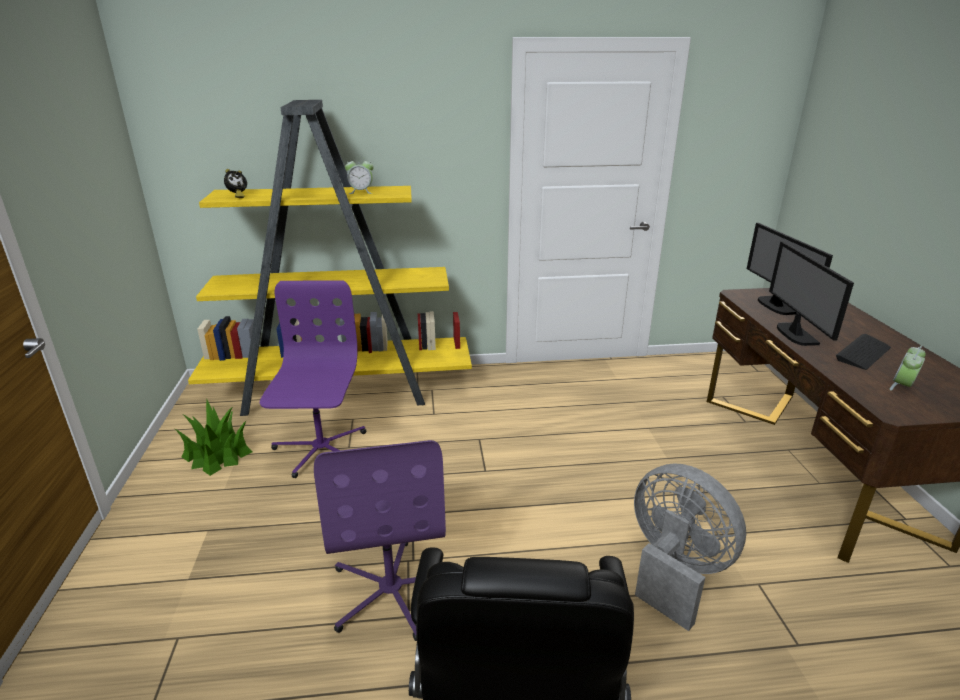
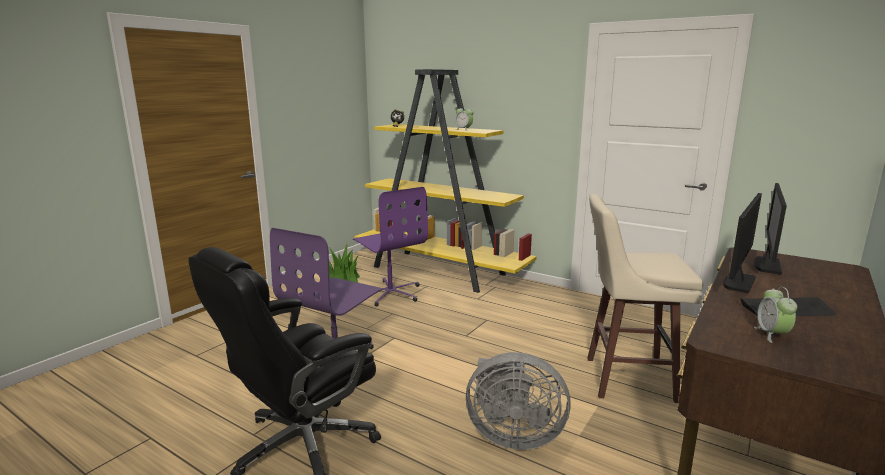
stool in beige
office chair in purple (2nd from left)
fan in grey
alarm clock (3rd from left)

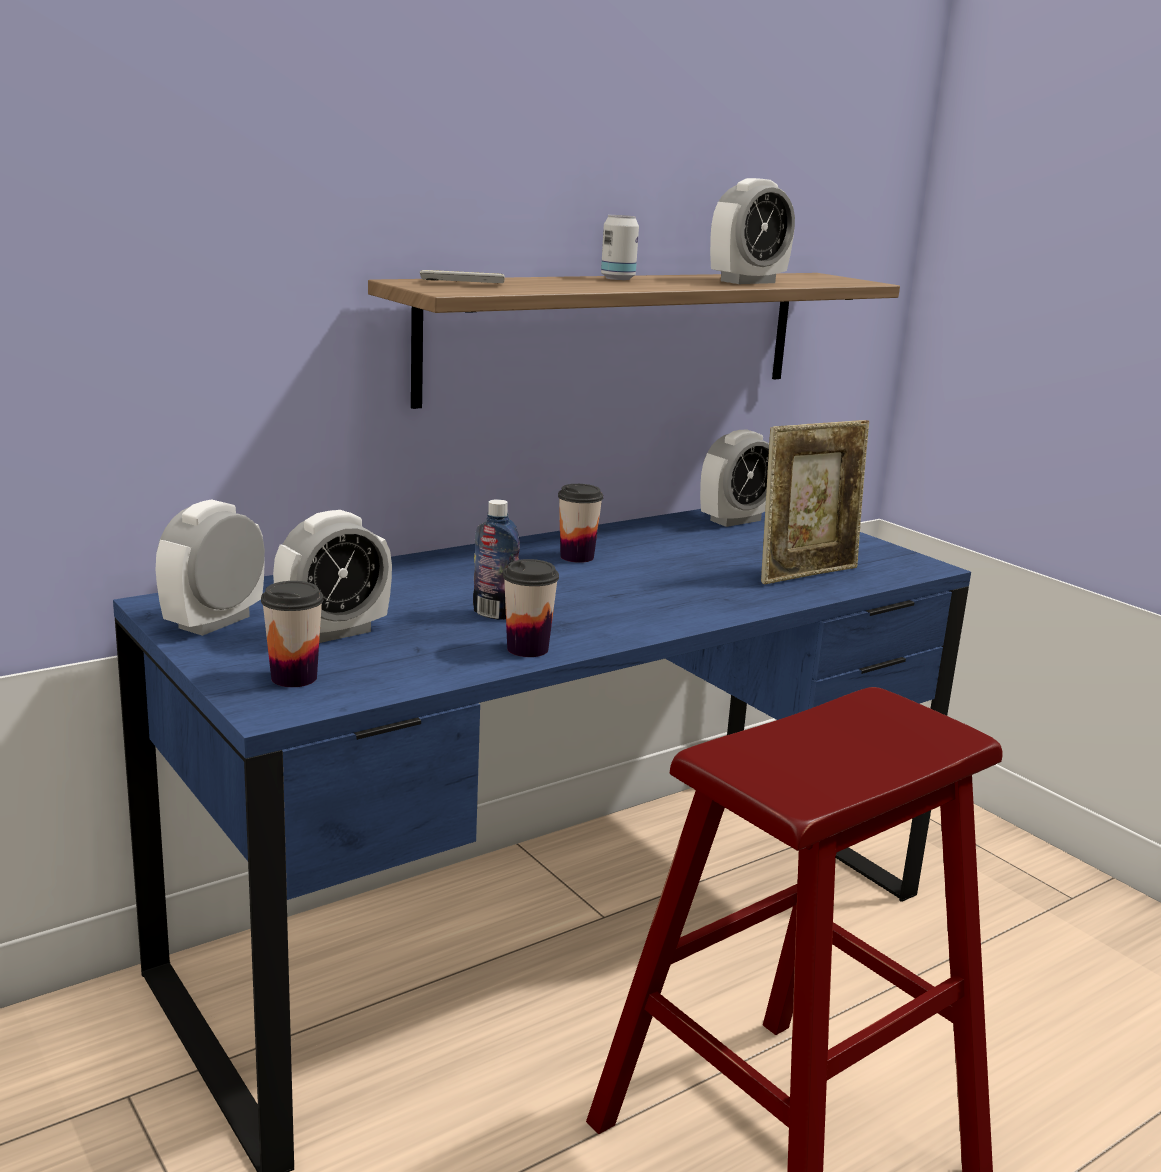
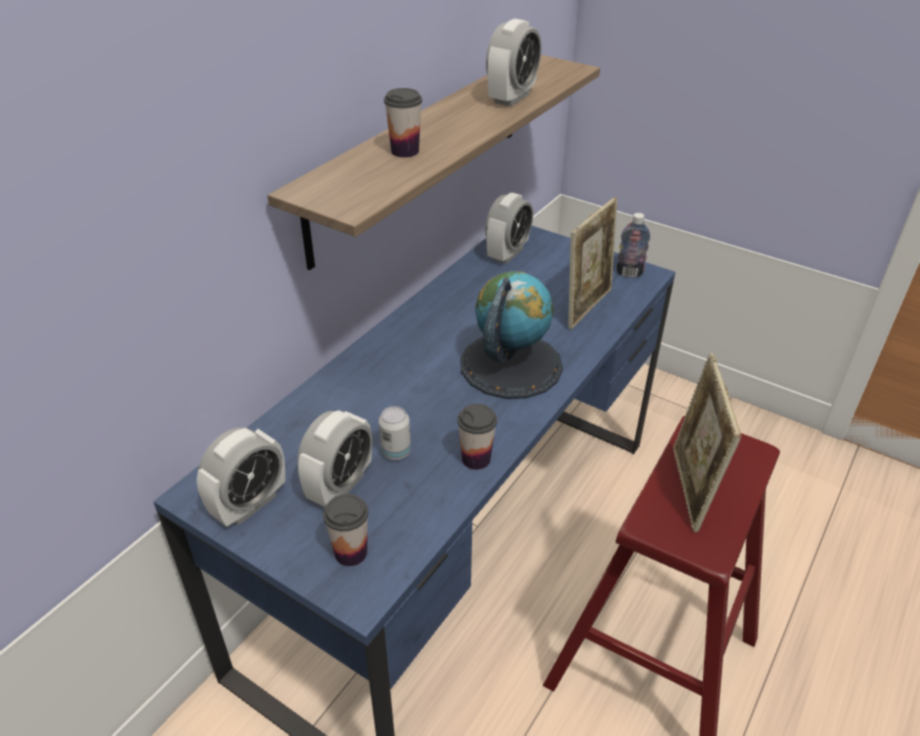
phone
globe
picture frame (2nd from left)
bottle
cup (2nd from left)
can
alarm clock (1st from left)

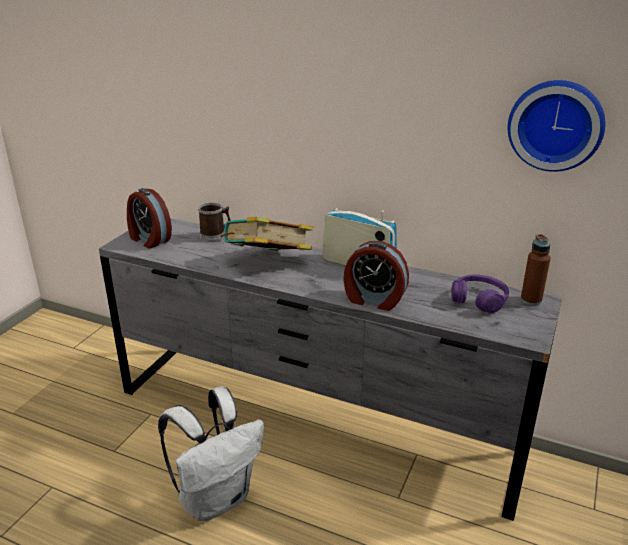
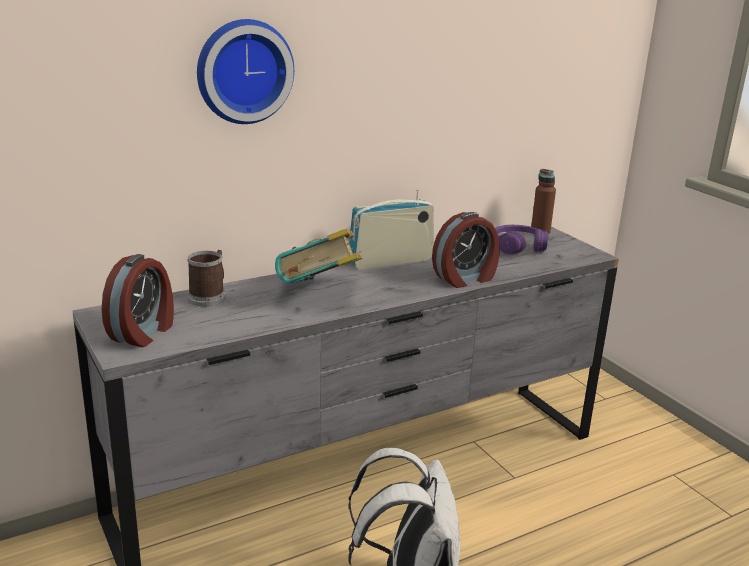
wall clock
alarm clock (1st from left)

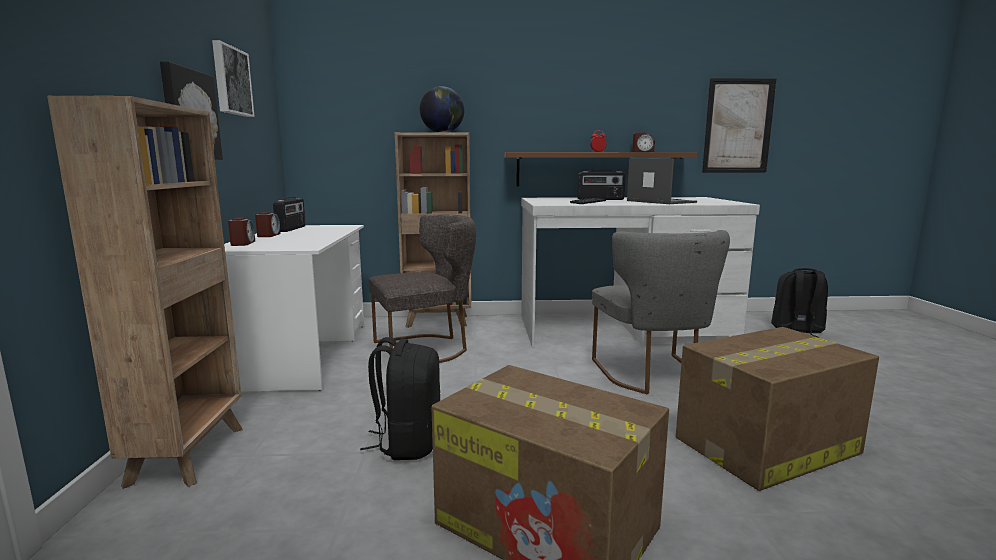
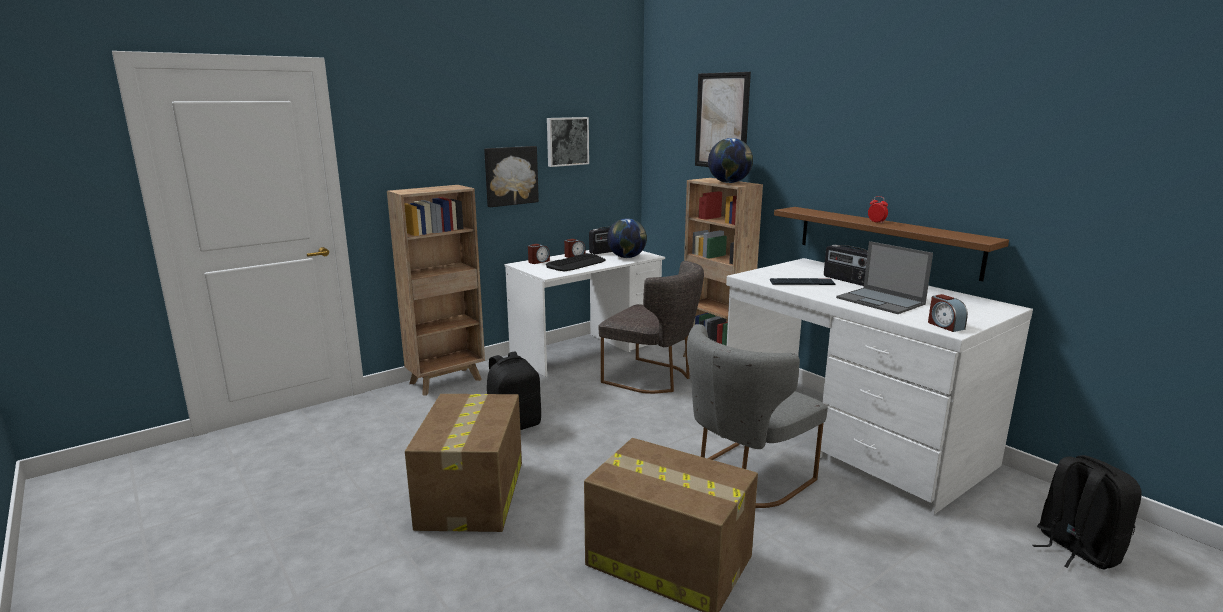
keyboard (1st from left)
globe (1st from left)
alarm clock (4th from left)
picture (3rd from left)
laptop

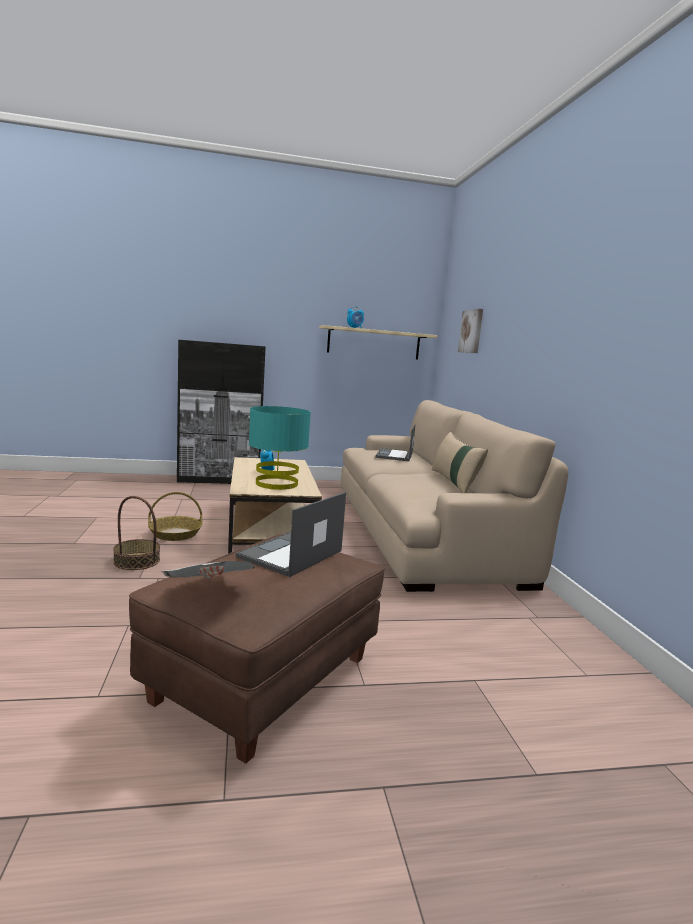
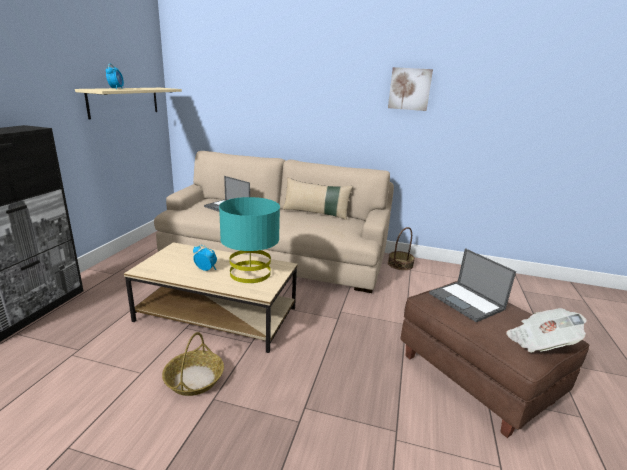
basket (2nd from left)
picture

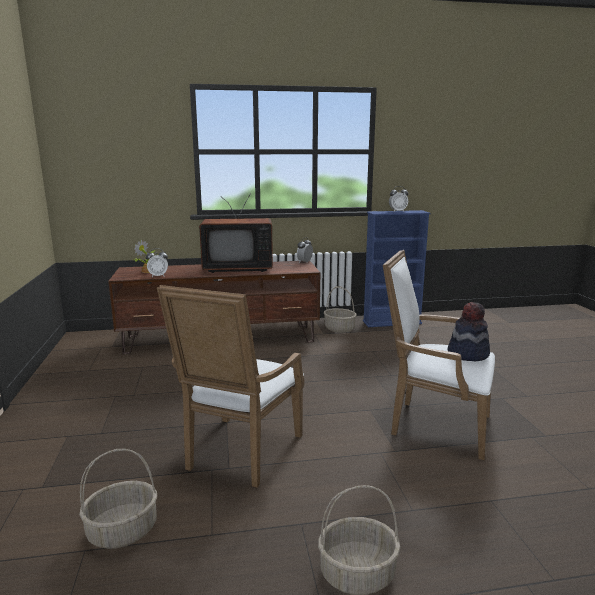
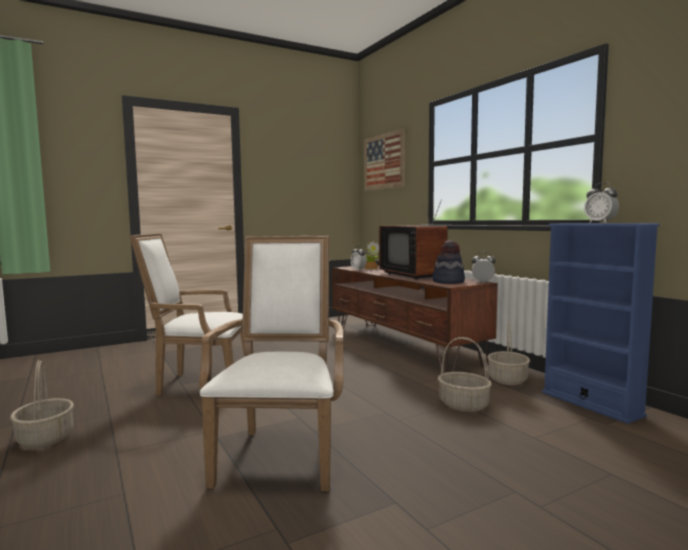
picture
basket (2nd from left)
hat

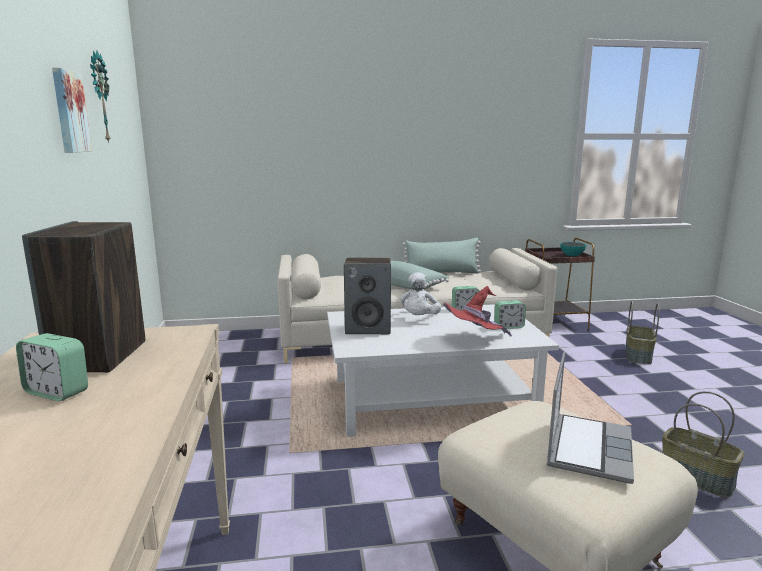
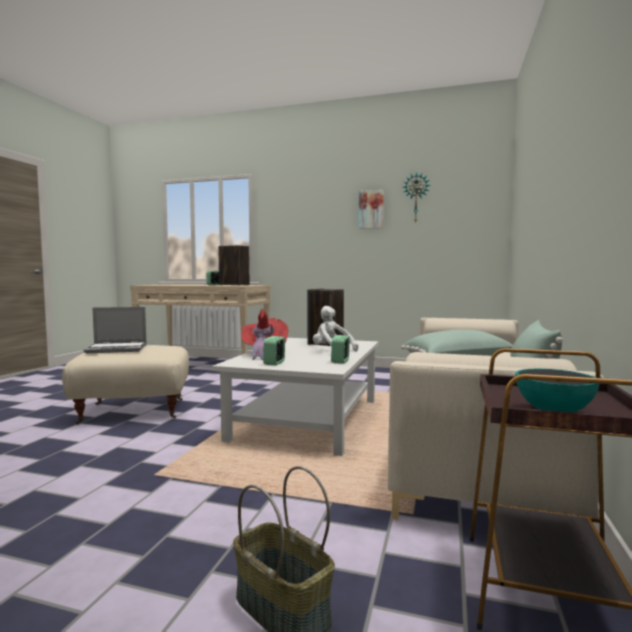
basket (2nd from left in the first image)
laptop

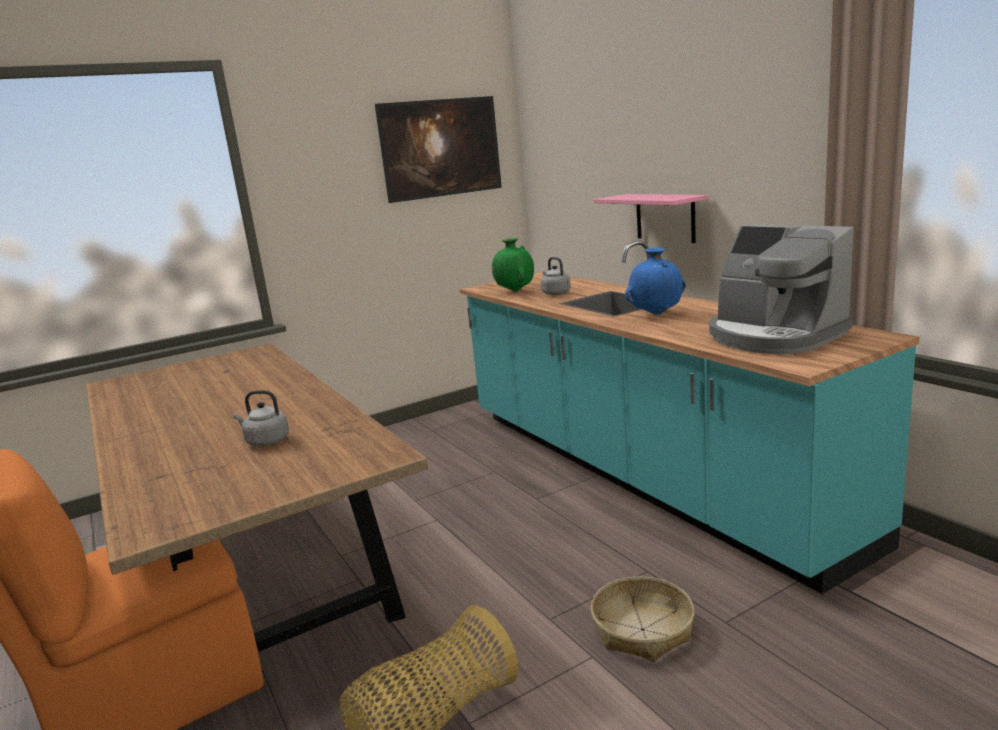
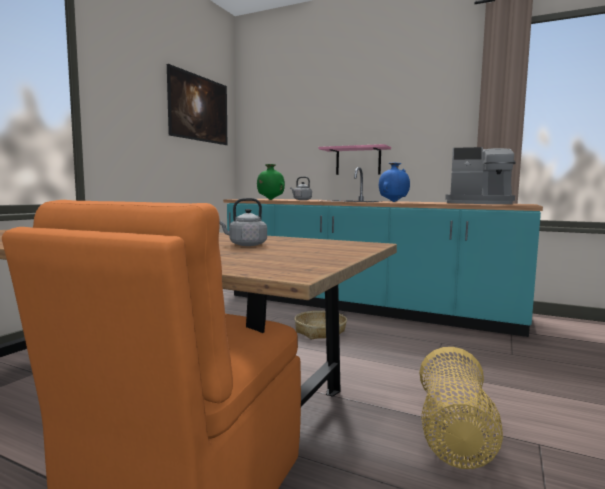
basket (1st from left)

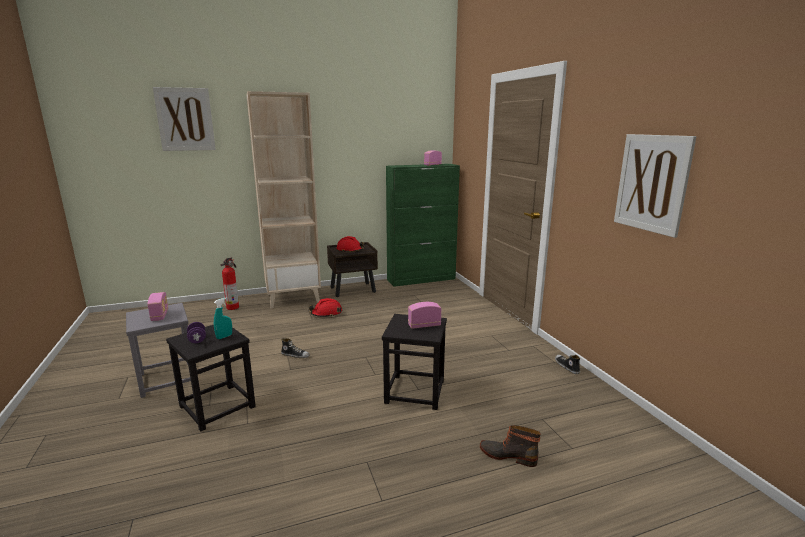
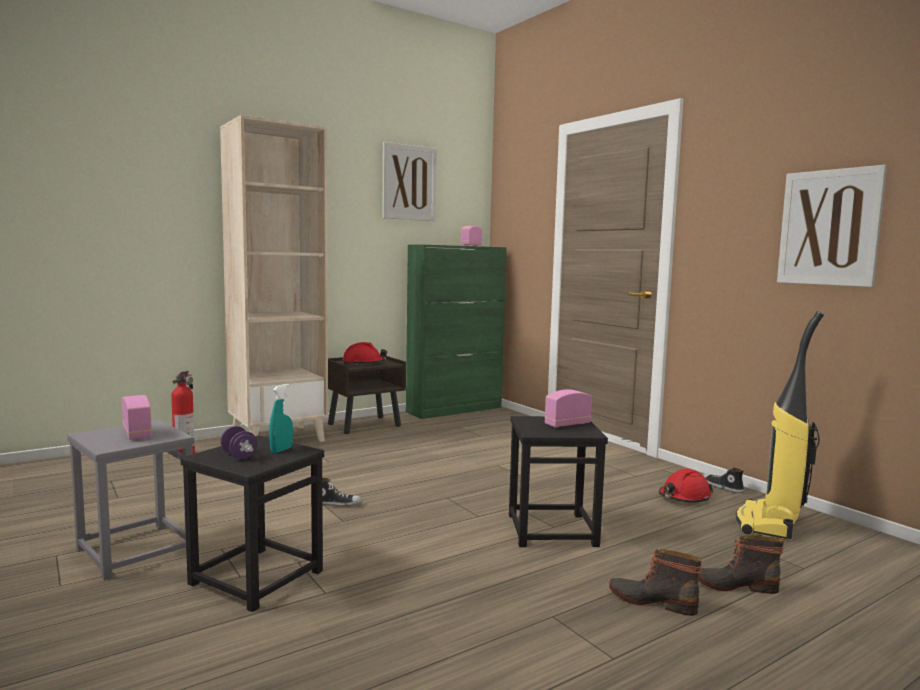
boot (1st from left)
vacuum cleaner
picture (1st from left)
hard hat in red (2nd from left)

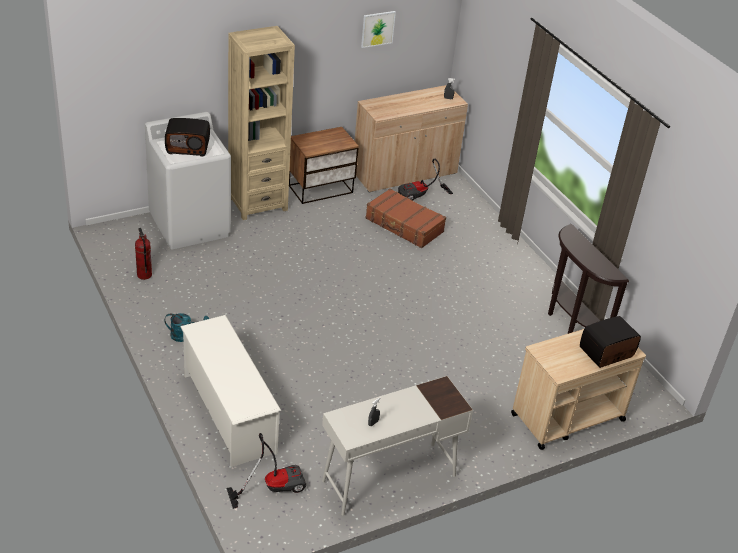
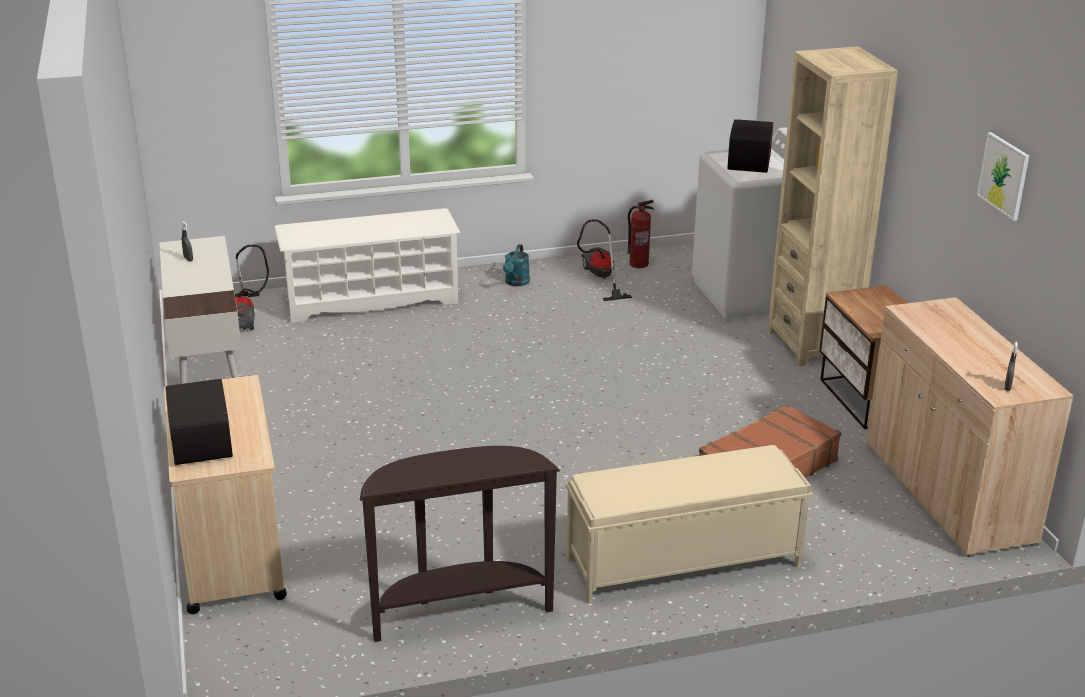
bench in beige
vacuum cleaner (2nd from left)

